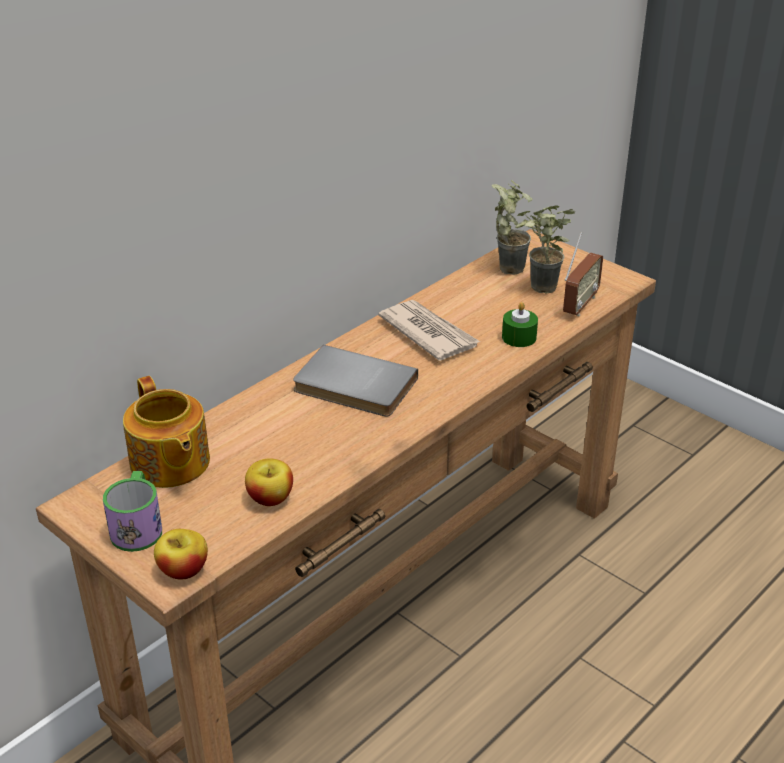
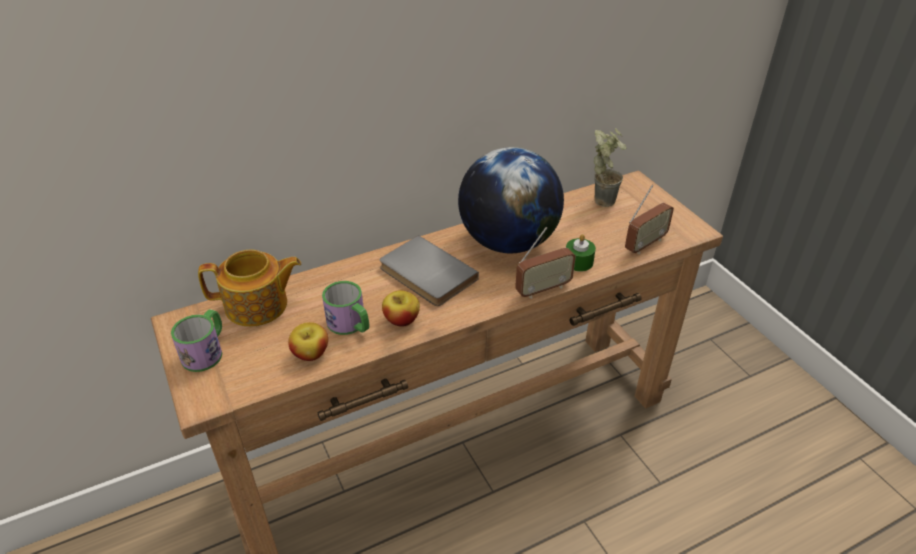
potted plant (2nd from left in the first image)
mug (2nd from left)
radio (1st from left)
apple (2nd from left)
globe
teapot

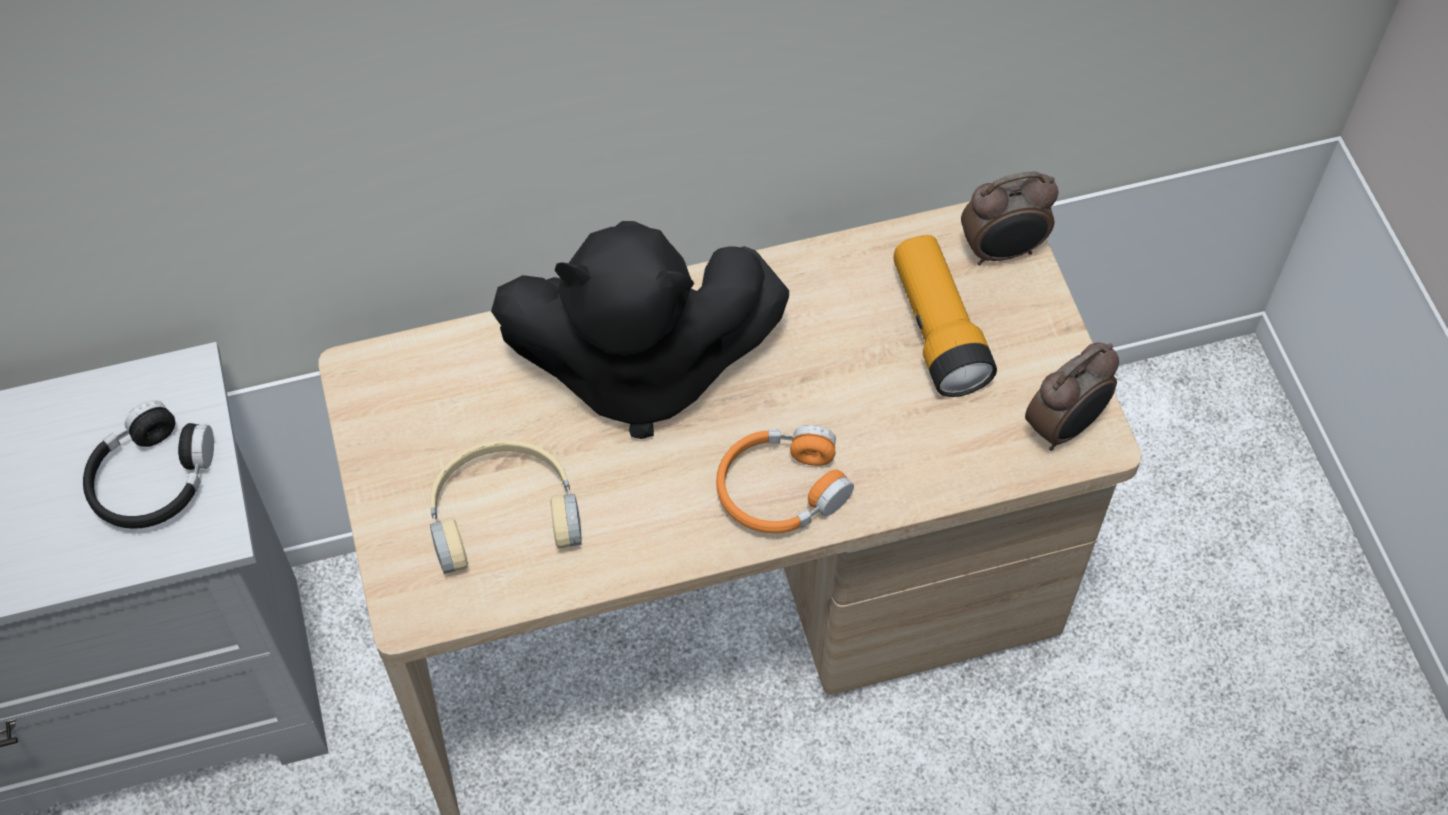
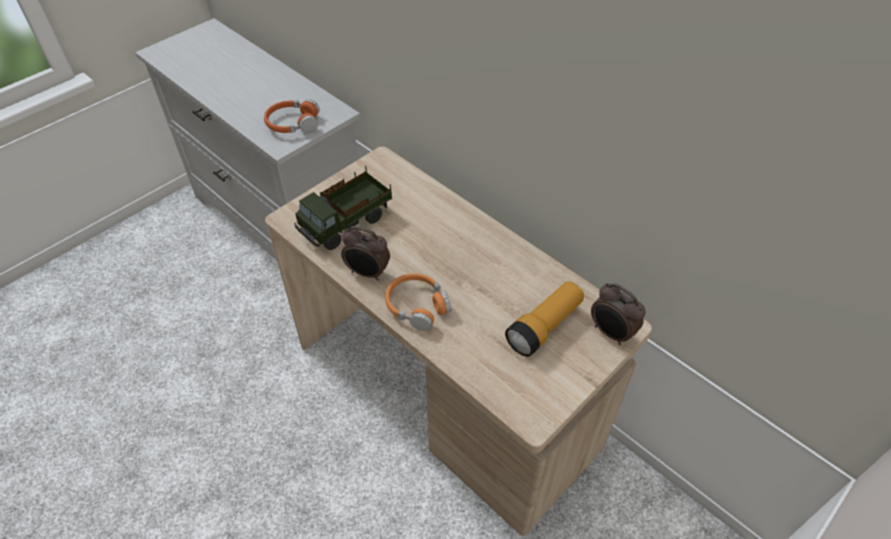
plush toy in black
alarm clock (1st from left)
toy truck
headphones in orange (1st from left)

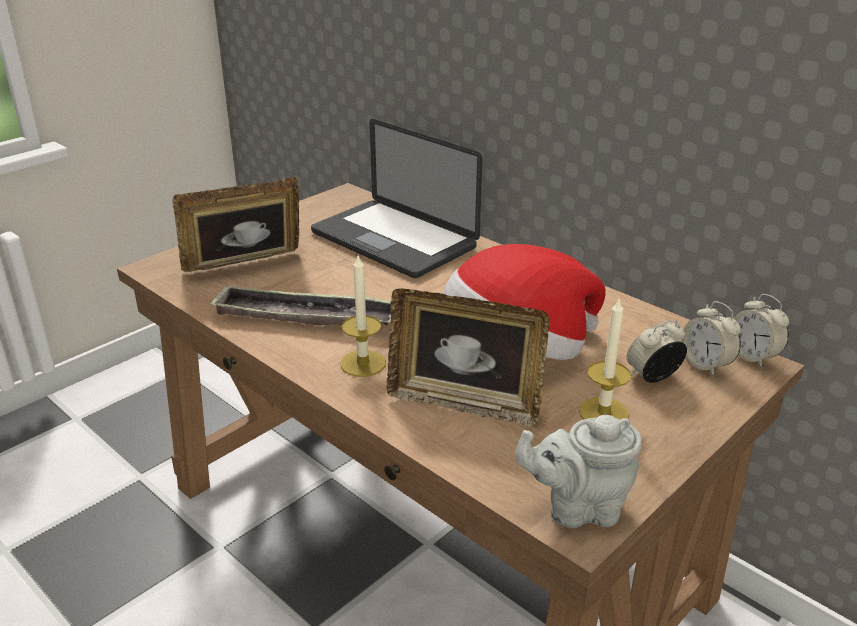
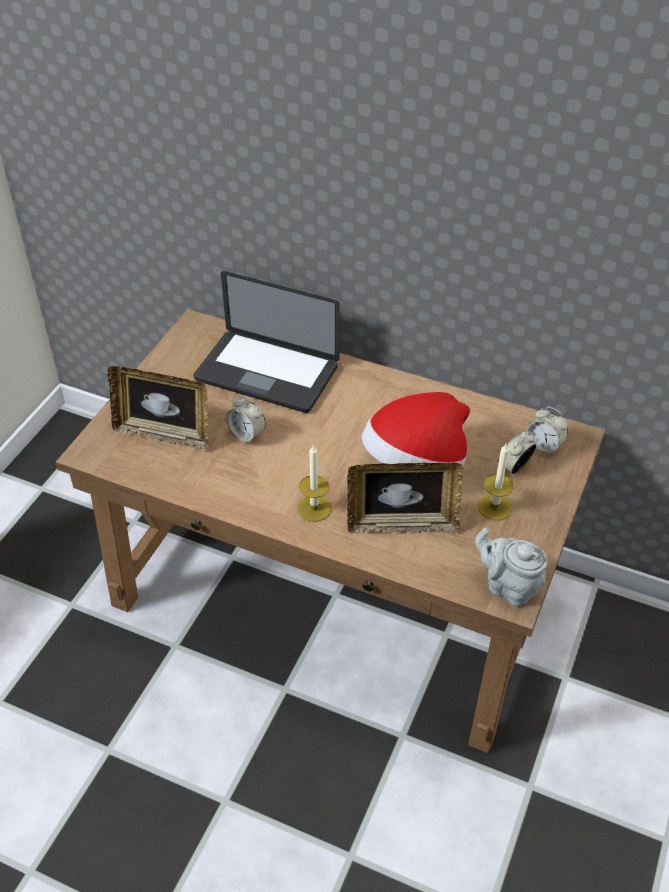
tray
alarm clock (1st from left)
picture frame (1st from left)
teapot in grey

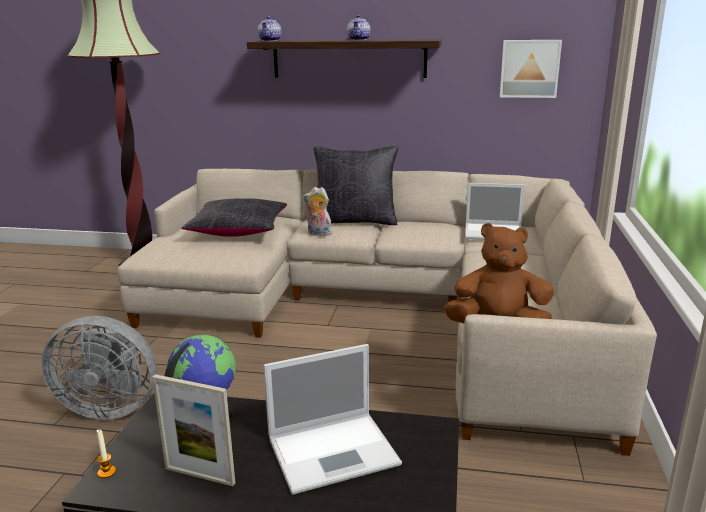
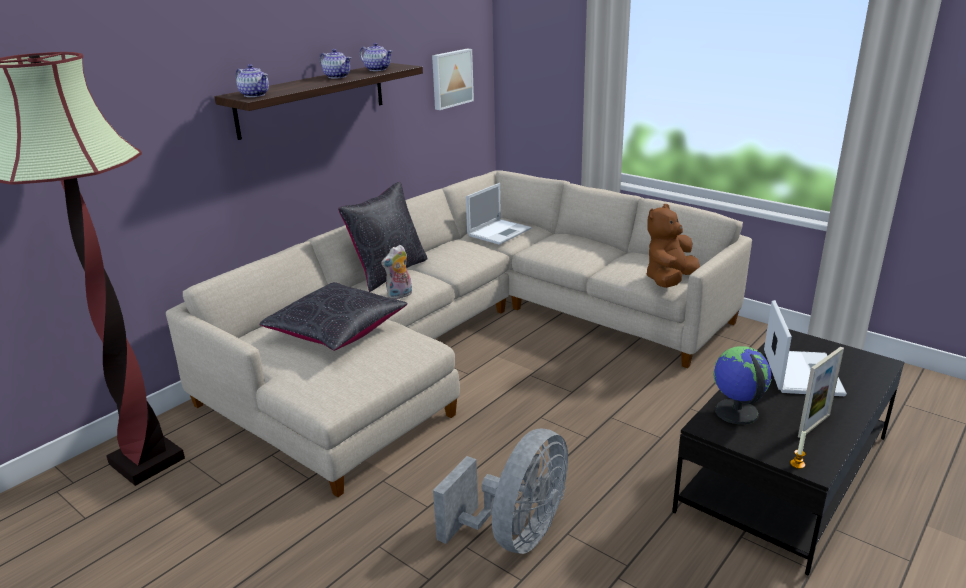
teapot (3rd from left)

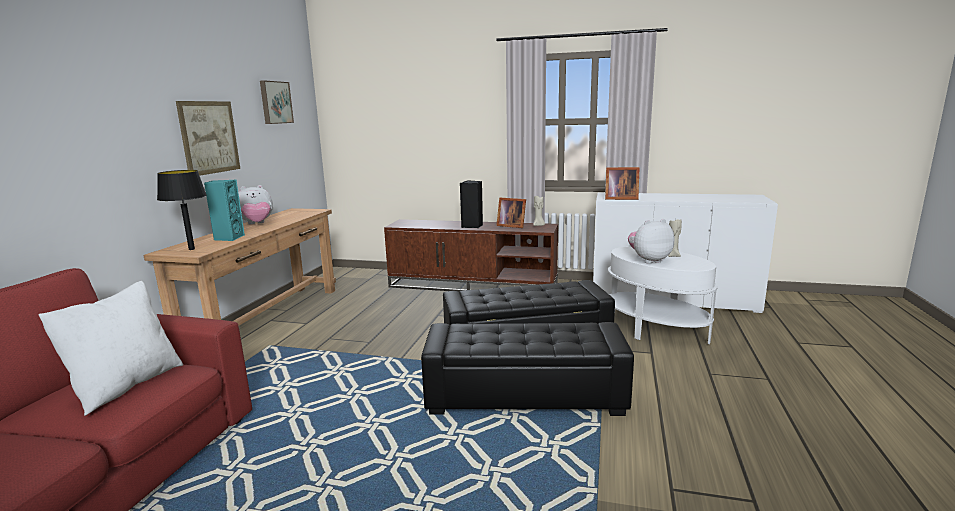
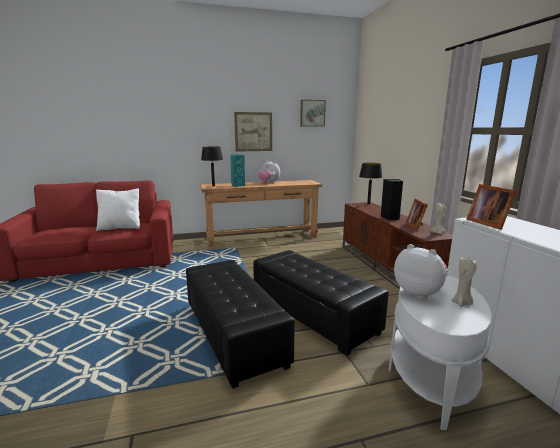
table lamp in black (2nd from left)

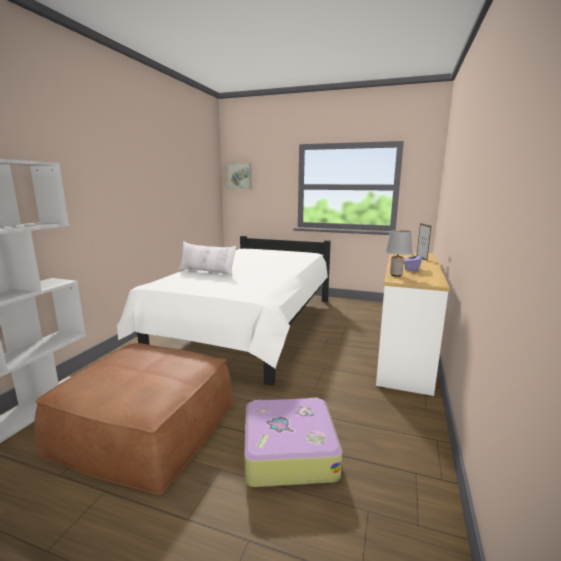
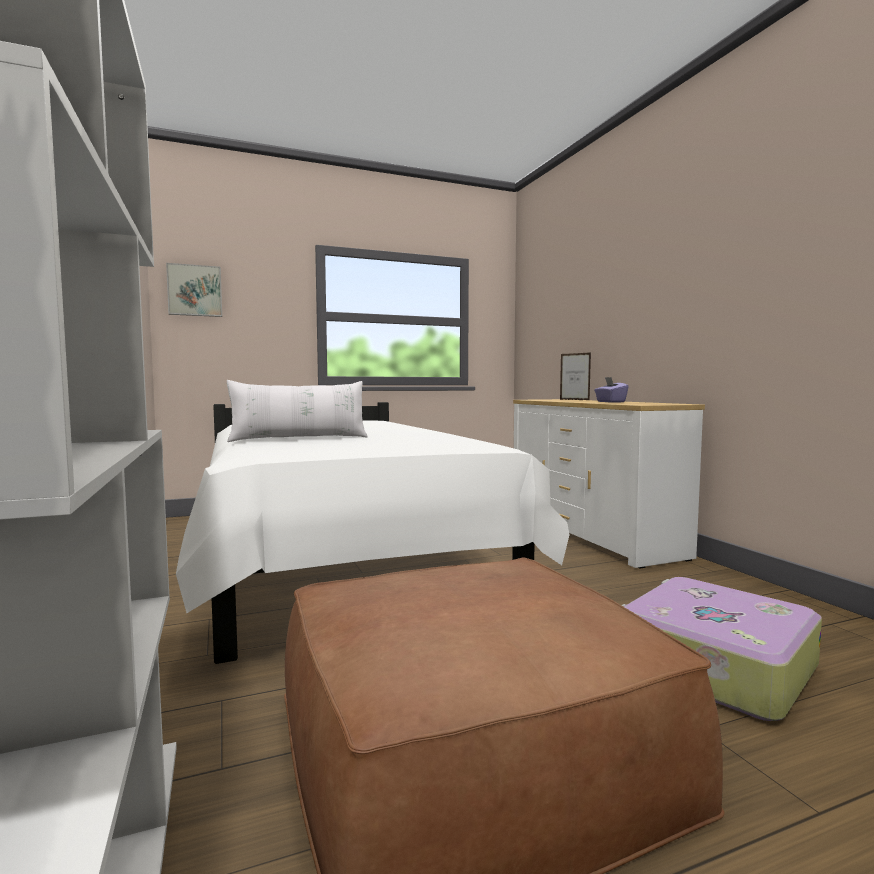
table lamp in grey

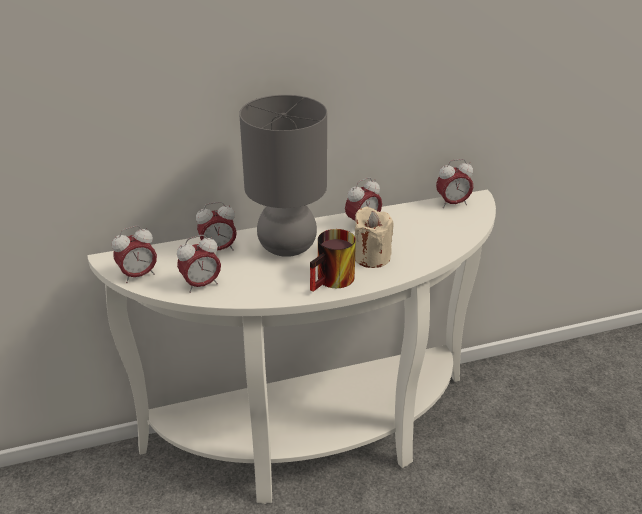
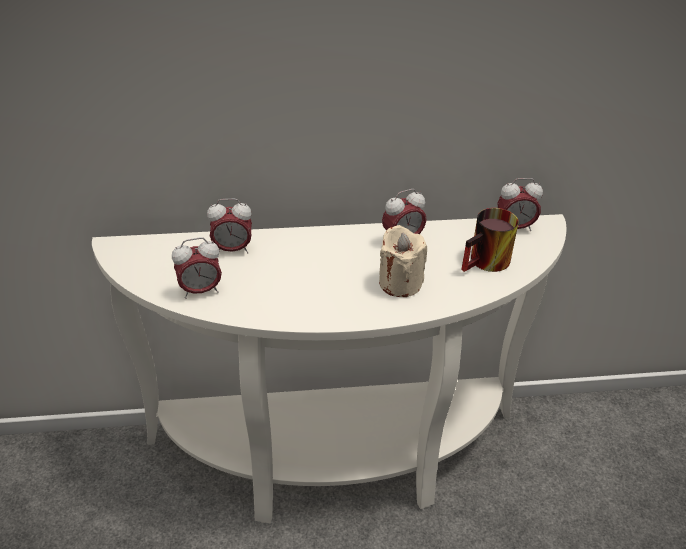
alarm clock (1st from left in the first image)
table lamp in grey
mug

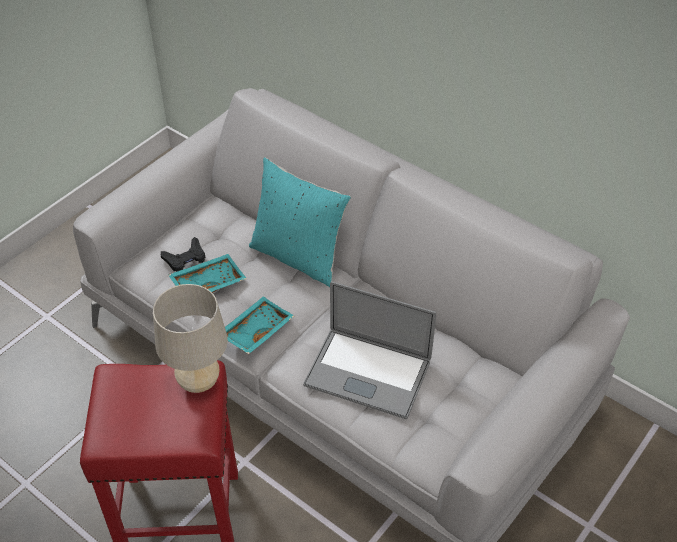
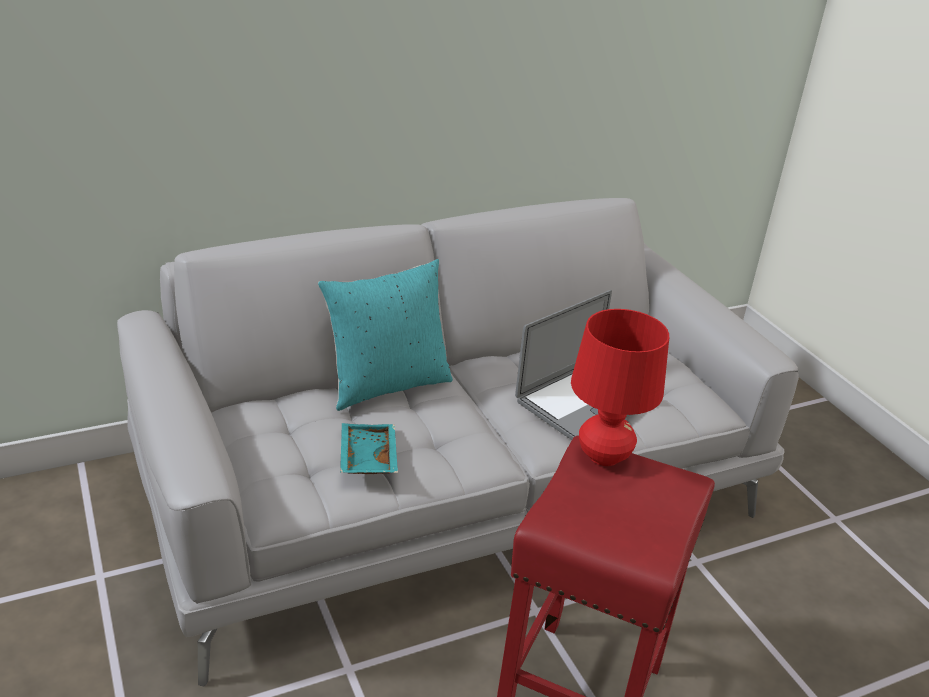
game controller in black
tray in turquoise (2nd from left in the first image)
table lamp in red

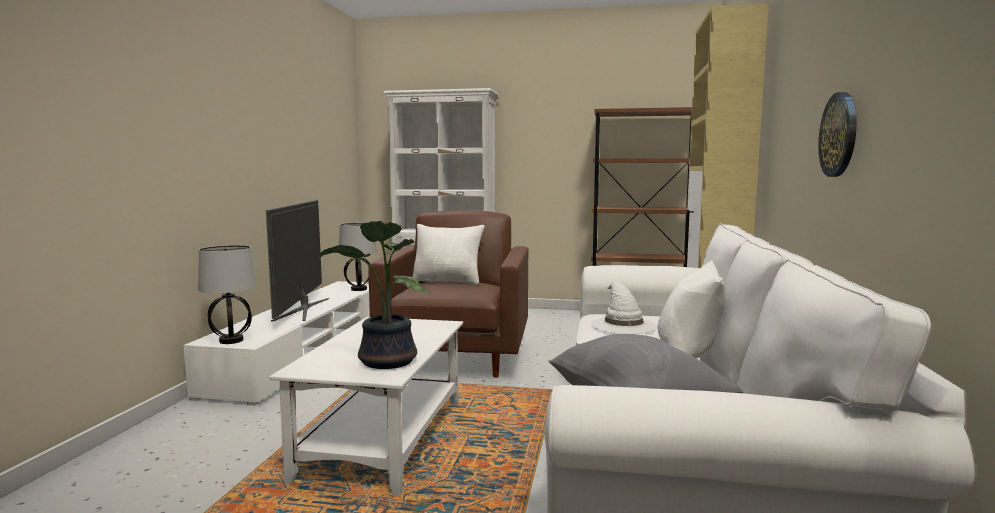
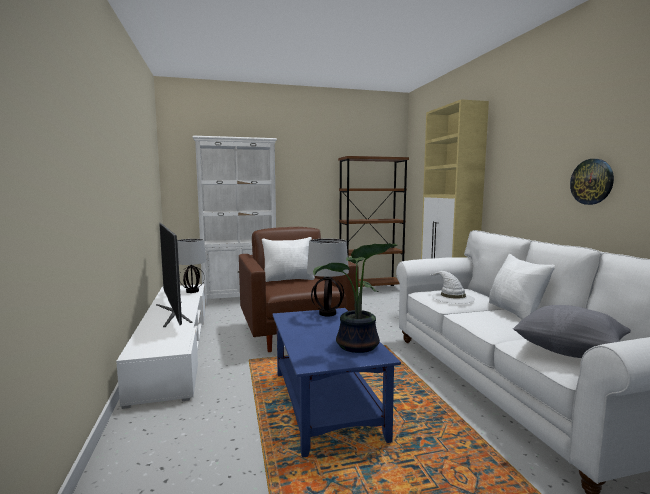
table lamp (2nd from left)
coffee table in blue

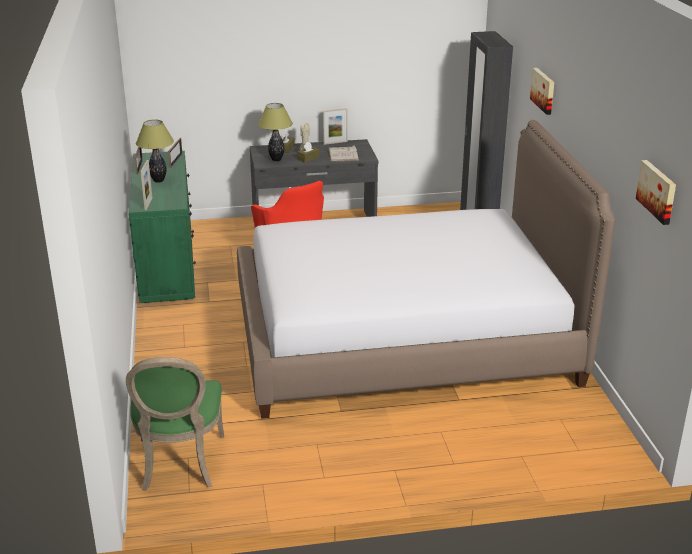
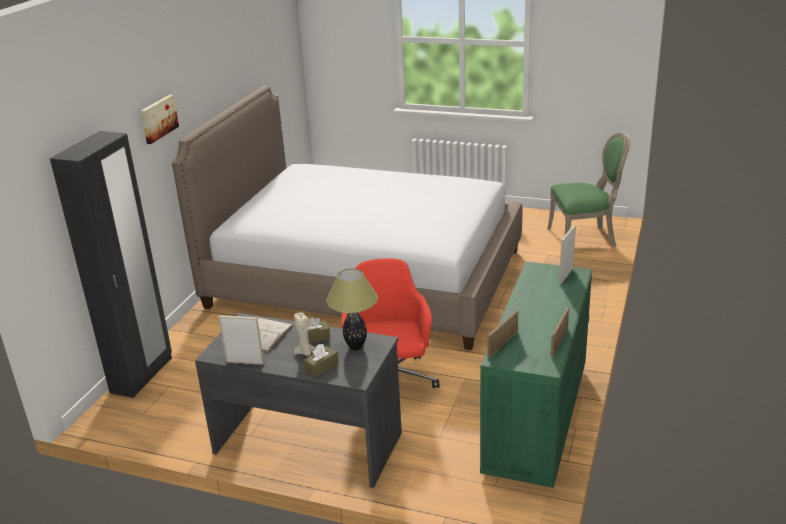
table lamp (1st from left in the first image)
picture (2nd from left in the first image)
chair in green

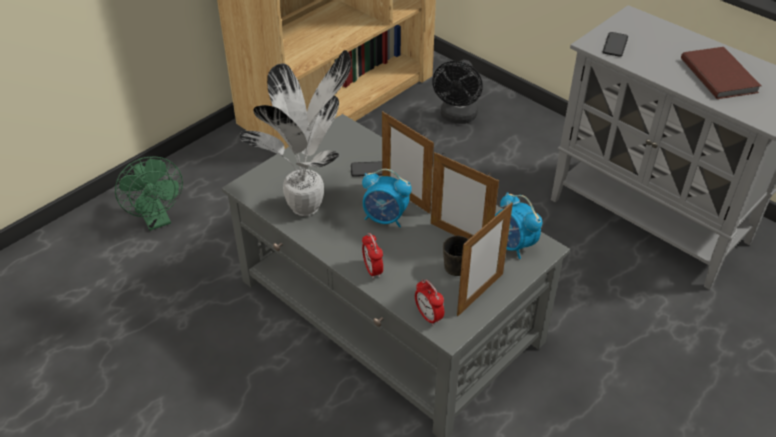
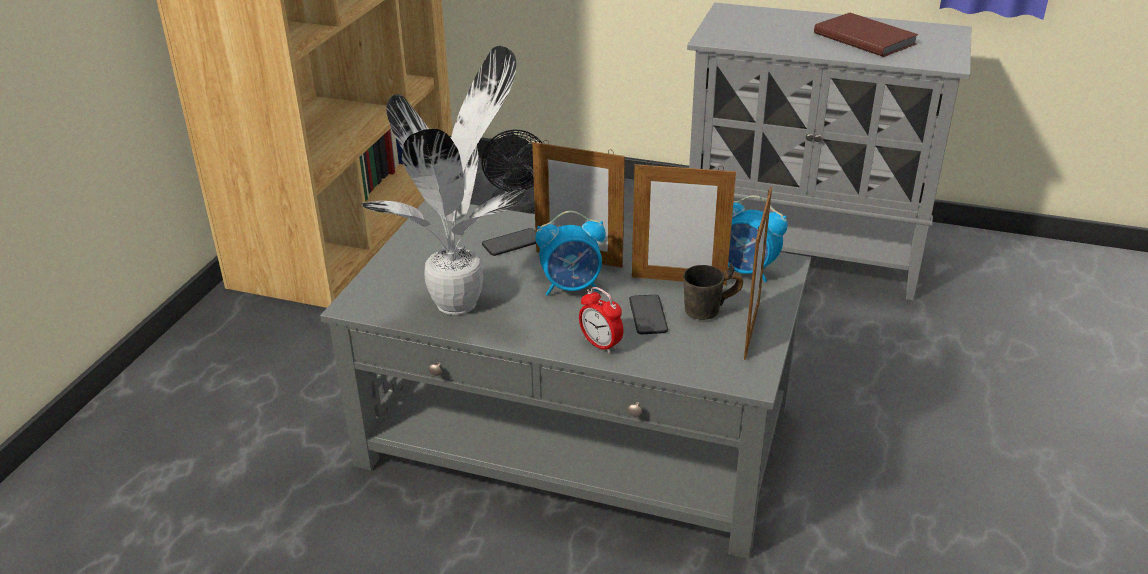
fan in green
alarm clock (3rd from left in the first image)
phone (2nd from left)

